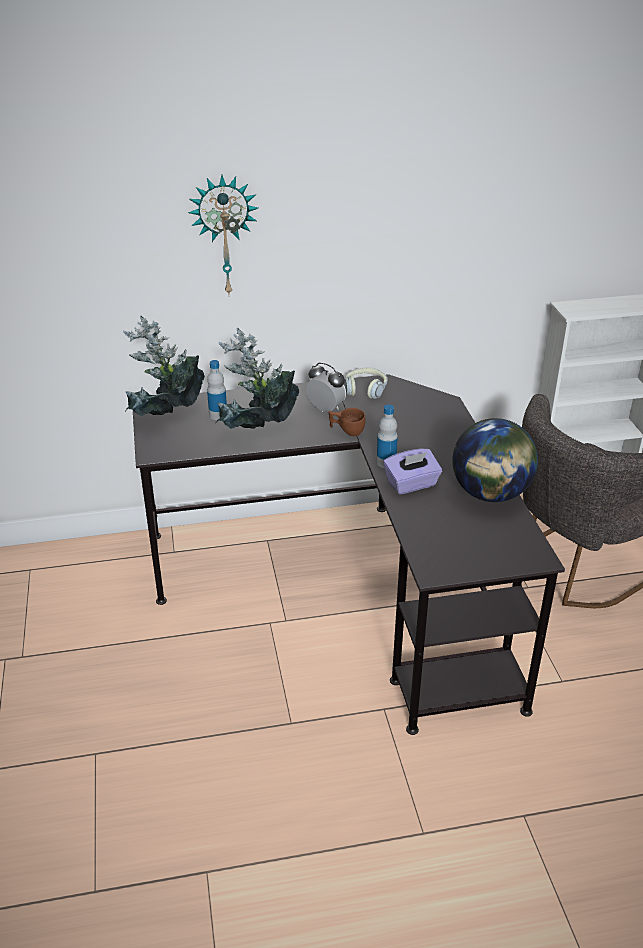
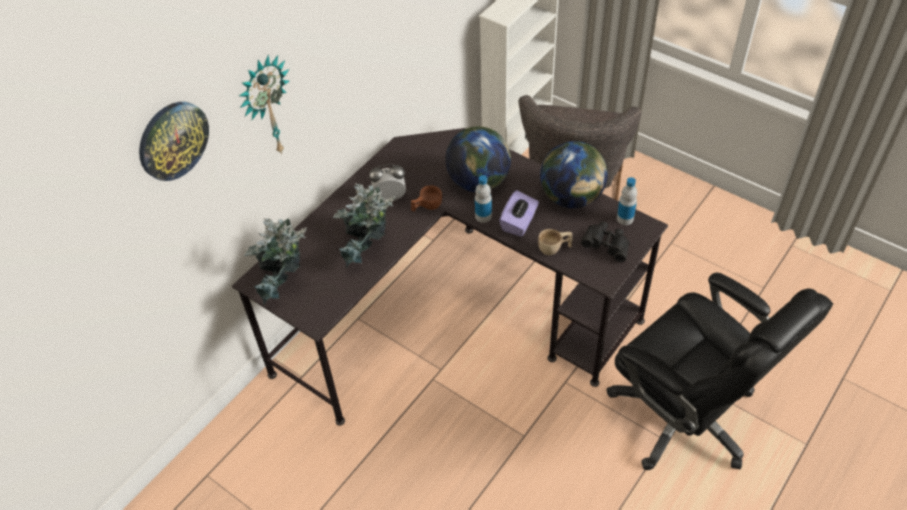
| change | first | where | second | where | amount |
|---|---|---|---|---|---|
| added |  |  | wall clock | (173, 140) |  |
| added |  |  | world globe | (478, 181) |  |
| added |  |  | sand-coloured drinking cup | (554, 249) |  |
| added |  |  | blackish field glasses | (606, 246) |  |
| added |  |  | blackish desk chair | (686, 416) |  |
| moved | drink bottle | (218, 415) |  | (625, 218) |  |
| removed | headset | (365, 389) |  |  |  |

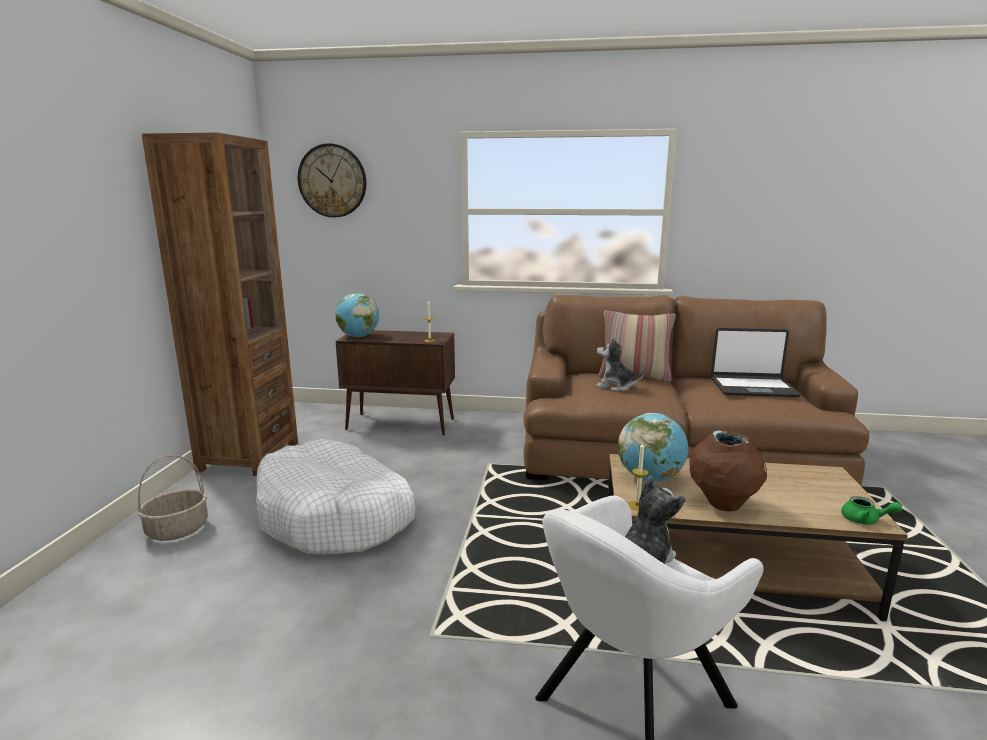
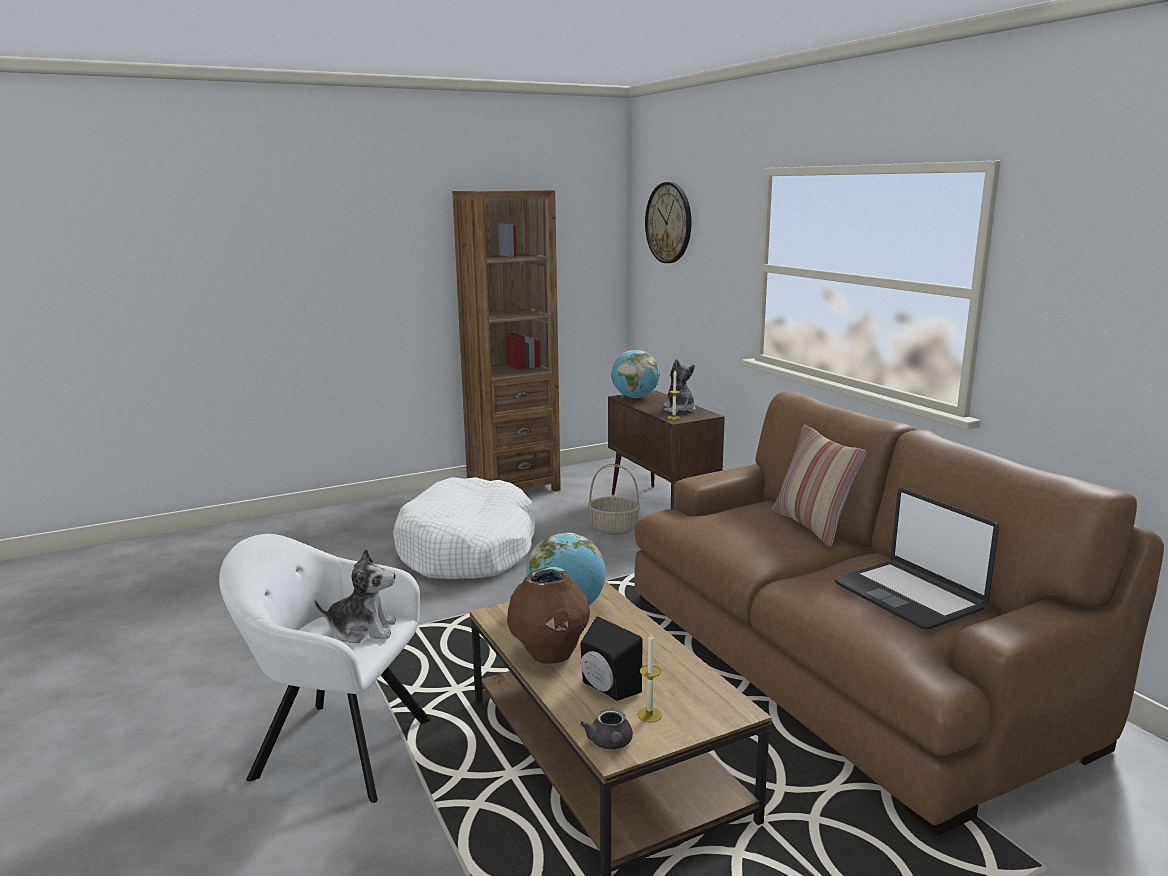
| change | first | where | second | where | amount |
|---|---|---|---|---|---|
| added |  |  | blackish audio speaker | (606, 688) |  |
| recoloured | greenish pot for tea | (865, 520) | greyish pot for tea | (610, 744) |  |
| moved | household basket | (178, 529) |  | (614, 528) |  |
| moved | wax candle | (637, 505) |  | (649, 715) |  |
| moved | soft toy | (616, 386) |  | (679, 409) |  |

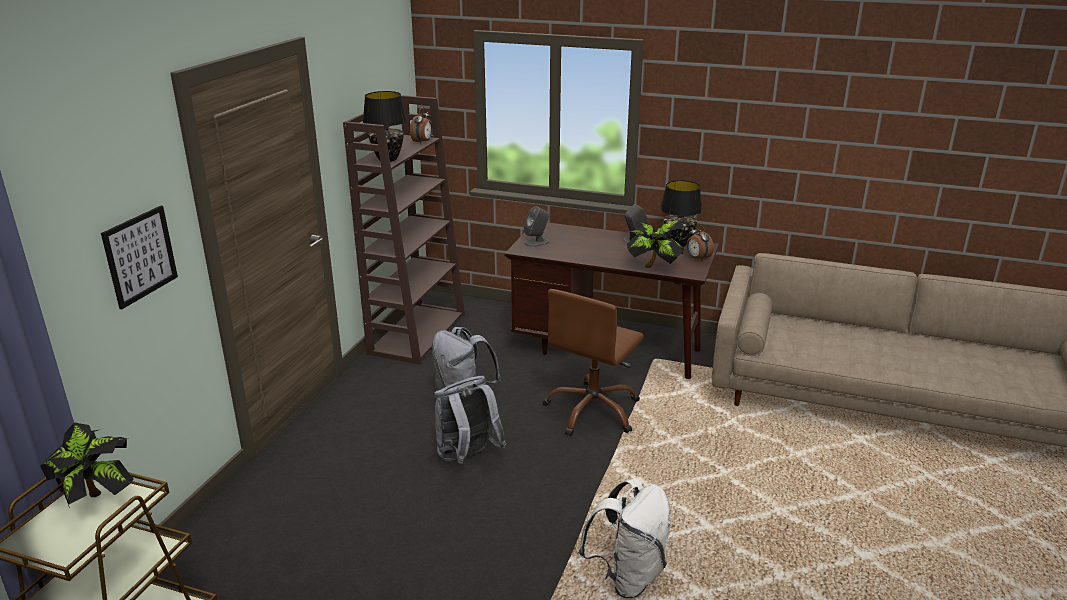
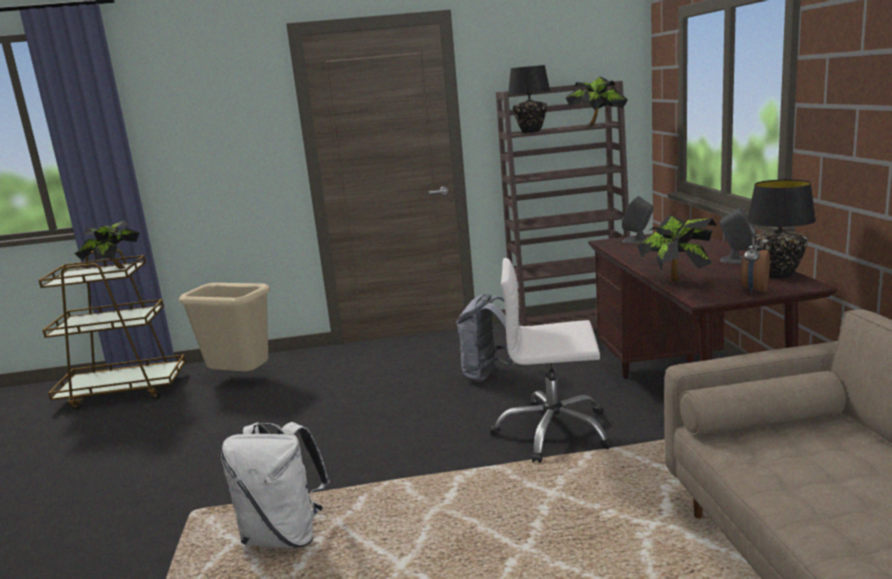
| change | first | where | second | where | amount |
|---|---|---|---|---|---|
| added |  |  | sand-coloured trash can | (241, 380) |  |
| recoloured | brown-coloured desk chair | (593, 411) | whitish desk chair | (553, 432) |  |
| replaced | bedside clock | (423, 142) | potted plant | (597, 125) |  |
| removed | picture | (140, 256) |  |  |  |
| removed | greyish knapsack | (467, 458) |  |  |  |

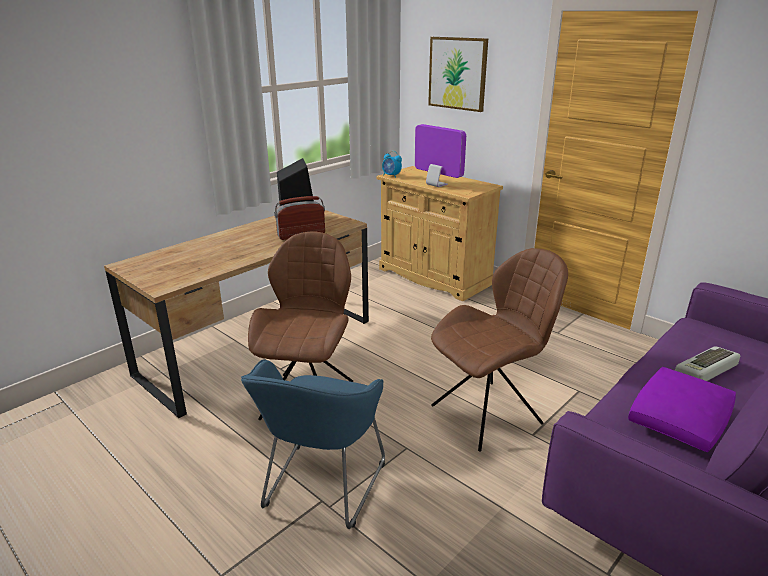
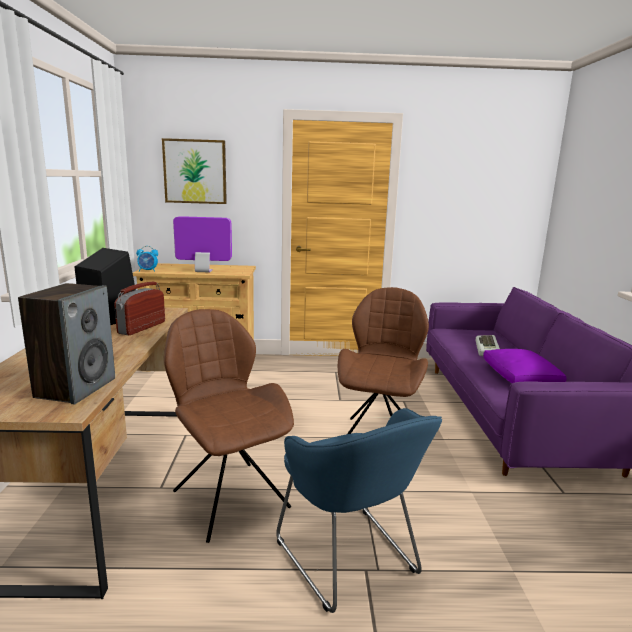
| change | first | where | second | where | amount |
|---|---|---|---|---|---|
| added |  |  | audio speaker | (76, 388) |  |

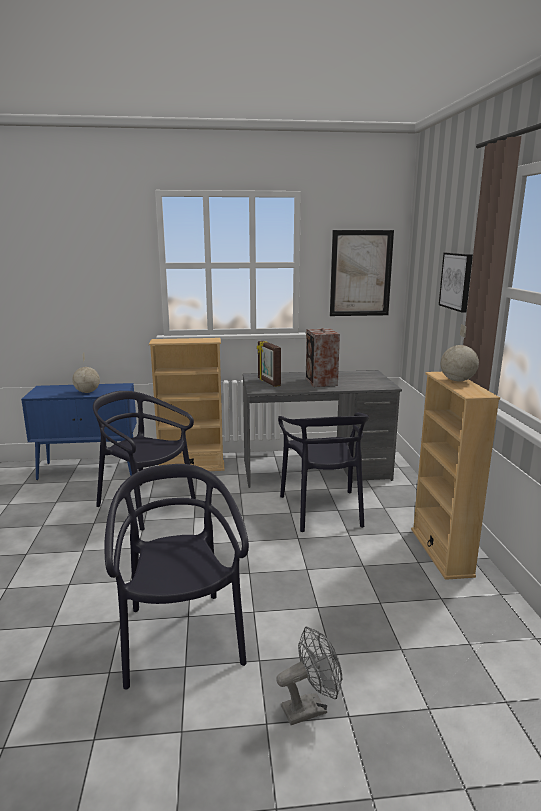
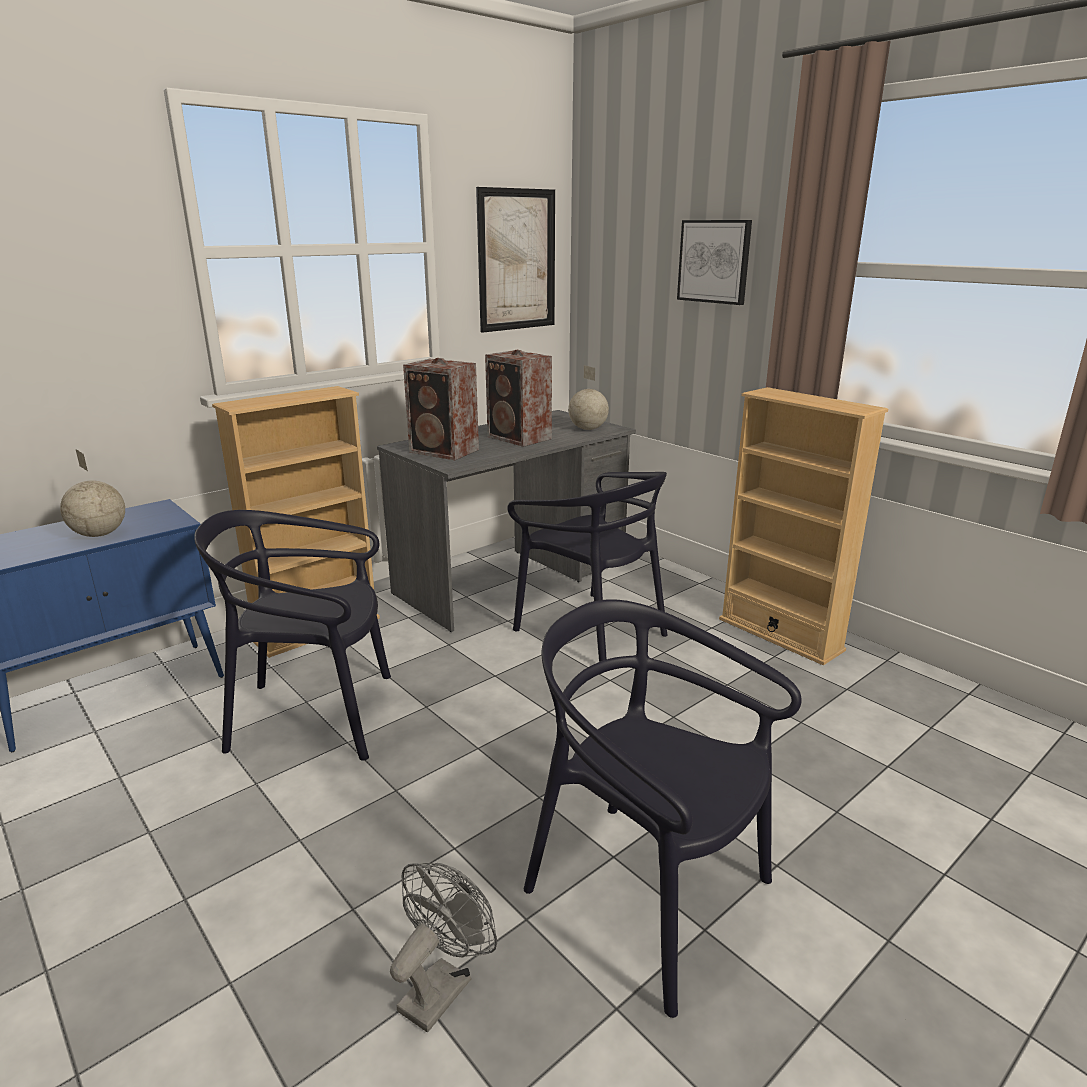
| change | first | where | second | where | amount |
|---|---|---|---|---|---|
| moved | greyish electric fan | (310, 708) |  | (442, 986) |  |
| replaced | picture frame | (268, 382) | audio speaker | (445, 451) |  |
| moved | world globe | (457, 381) |  | (588, 429) |  |

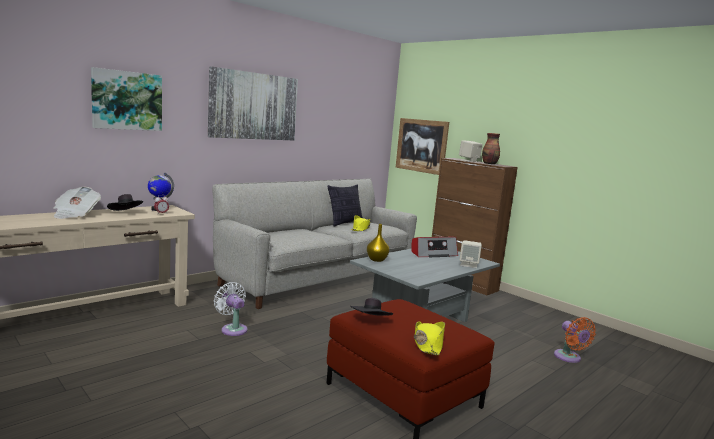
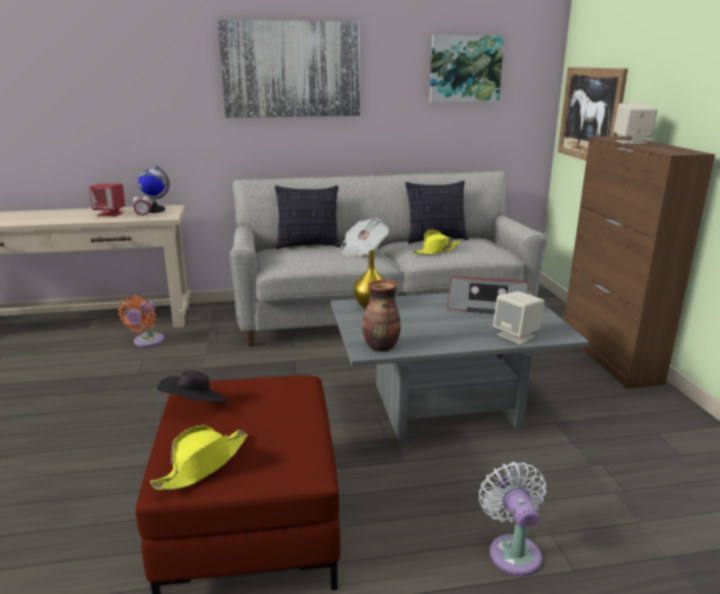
| change | first | where | second | where | amount |
|---|---|---|---|---|---|
| replaced | blackish wearable hat | (126, 213) | red-coloured audio speaker | (110, 214) |  |
| moved | orange-coloured electric fan | (569, 358) |  | (147, 342) |  |
| added |  |  | throw pillow | (308, 245) |  |
| moved | printed paper | (75, 214) |  | (363, 250) |  |
| moved | decorative vase | (489, 164) |  | (381, 347) |  |
| moved | picture | (127, 100) |  | (465, 69) |  |
| moved | whitish electric fan | (233, 329) |  | (513, 550) |  |

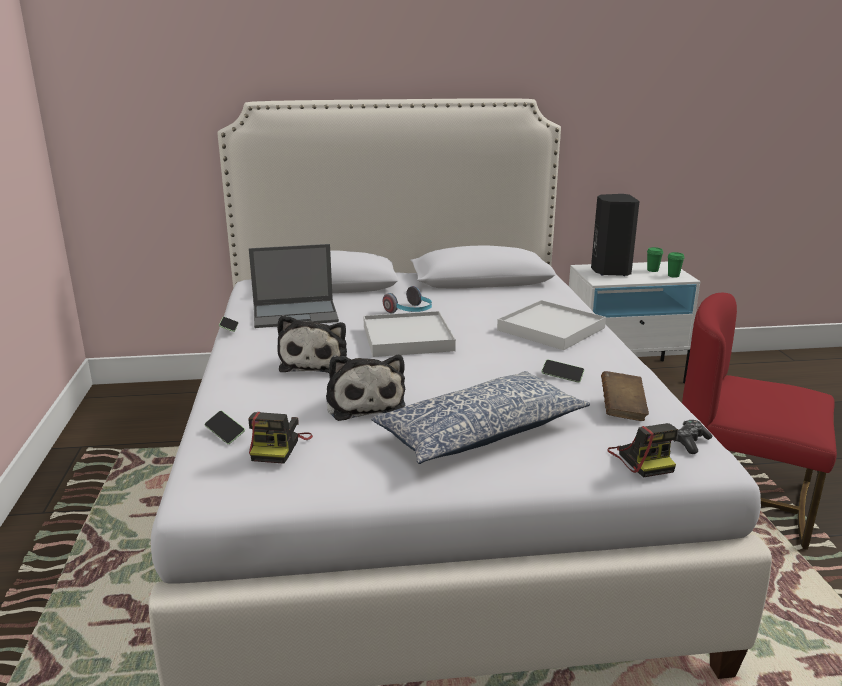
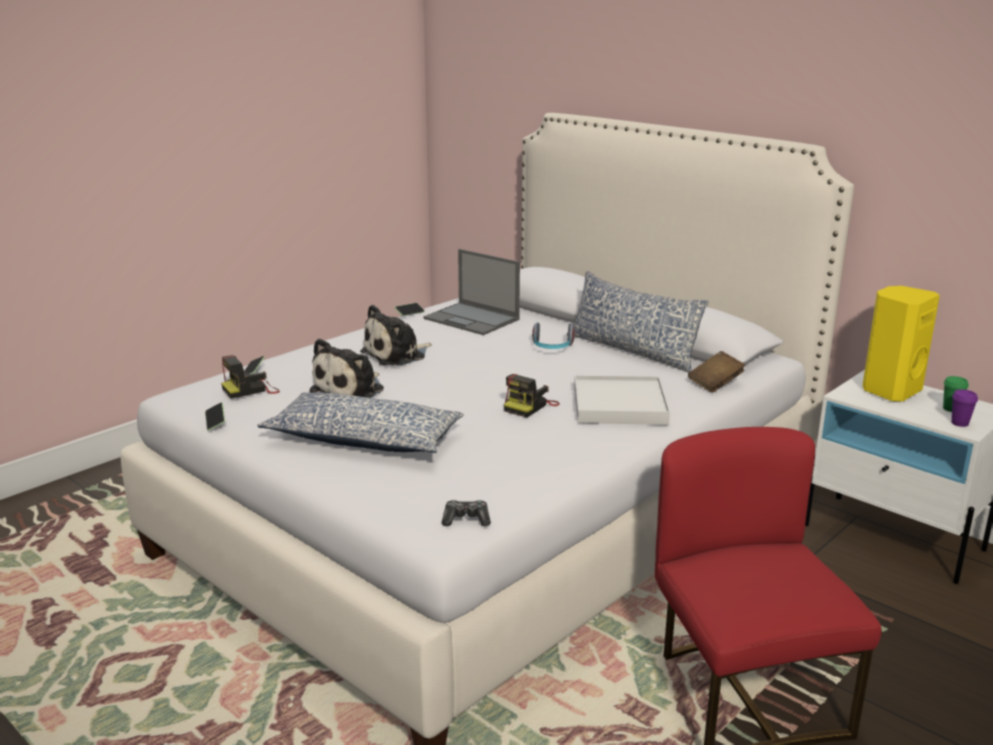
| change | first | where | second | where | amount |
|---|---|---|---|---|---|
| moved | phone | (562, 376) |  | (215, 421) |  |
| moved | still camera | (641, 459) |  | (530, 406) |  |
| added |  |  | throw pillow | (632, 350) |  |
| moved | brown-coloured volume | (622, 409) |  | (715, 383) |  |
| recoloured | blackish audio speaker | (609, 271) | yellowish audio speaker | (889, 391) |  |
| recoloured | greenish drinking cup | (673, 275) | purple-coloured drinking cup | (959, 423) |  |
| removed | whitish tray | (408, 338) |  |  |  |

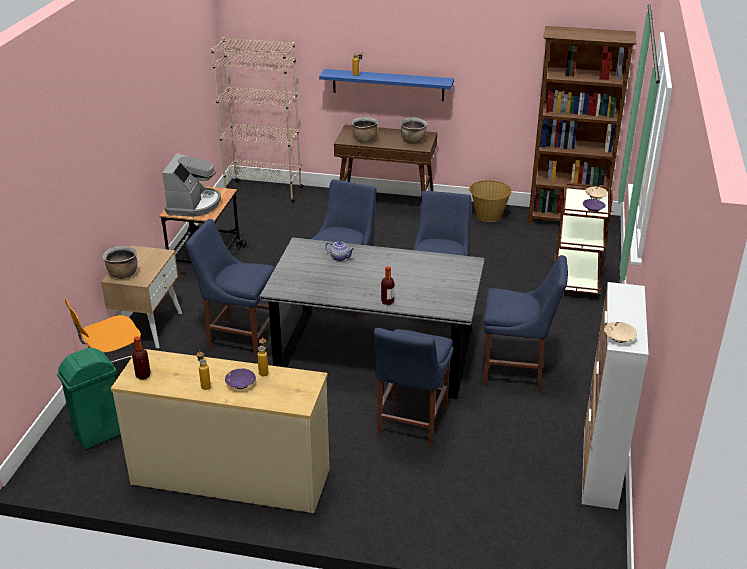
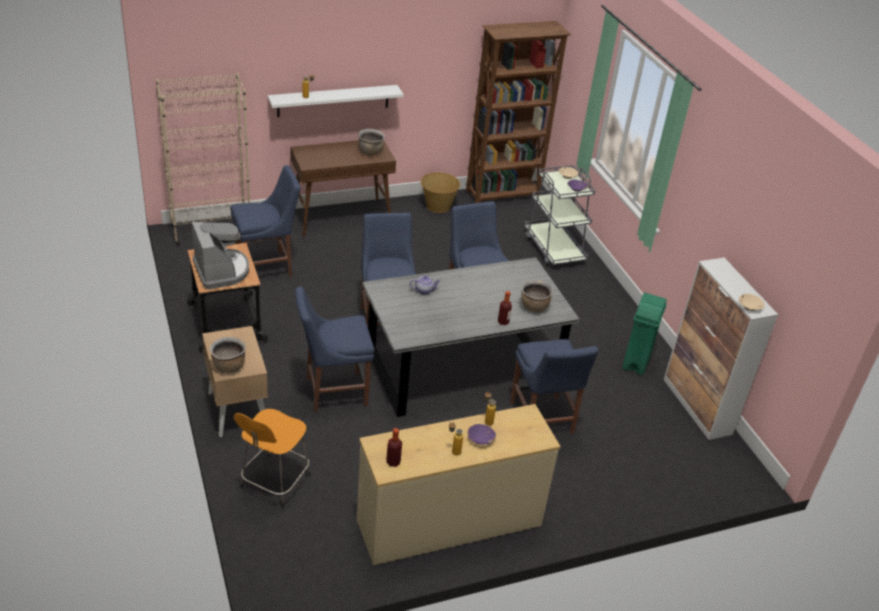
| change | first | where | second | where | amount |
|---|---|---|---|---|---|
| moved | blue-coloured chair | (517, 371) |  | (267, 267) |  |
| recoloured | blue-coloured shelf | (388, 85) | whitish shelf | (333, 101) |  |
| moved | brown-coloured saucepot | (364, 140) |  | (534, 307) |  |
| recoloured | brown-coloured cart | (576, 278) | greyish cart | (554, 249) |  |
| moved | greenish trash can | (99, 434) |  | (636, 362) |  |

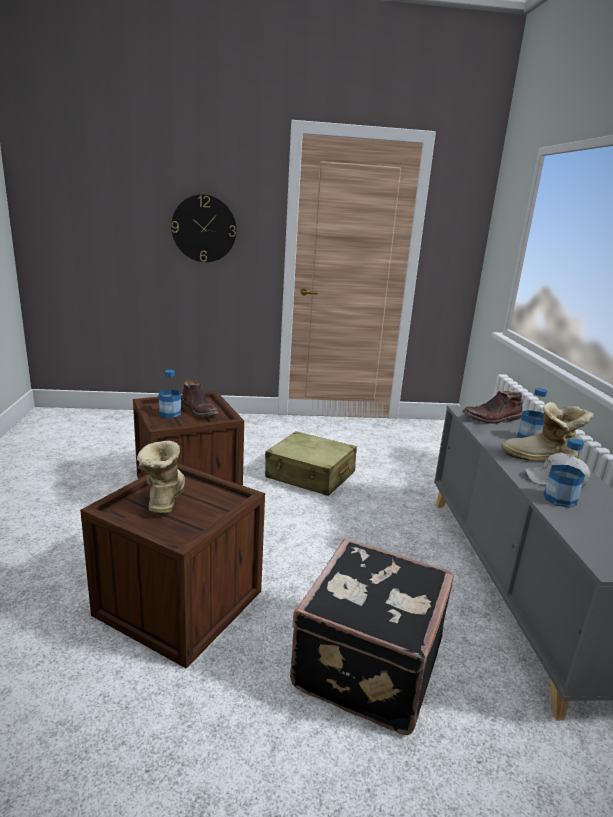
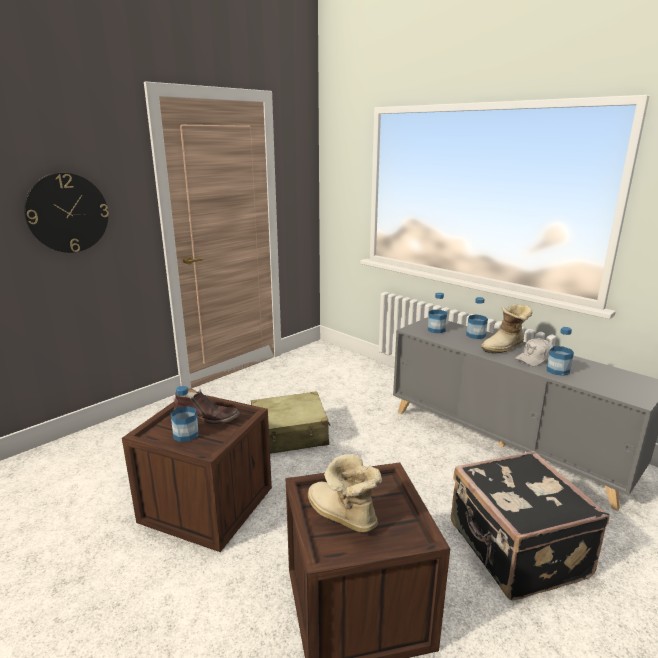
| change | first | where | second | where | amount |
|---|---|---|---|---|---|
| replaced | brown-coloured tall boot | (492, 418) | drink bottle | (436, 330) |  |

